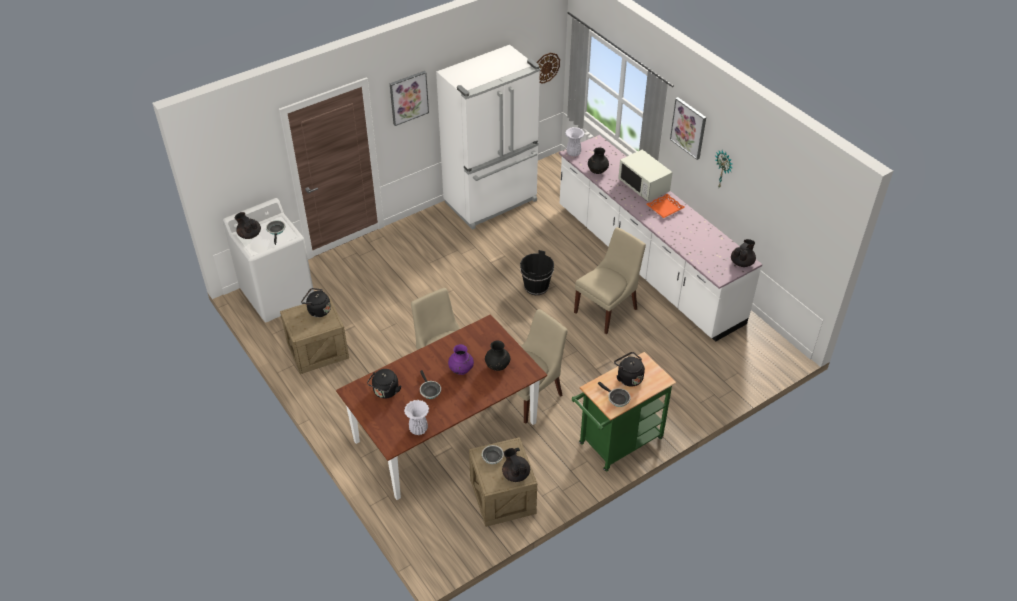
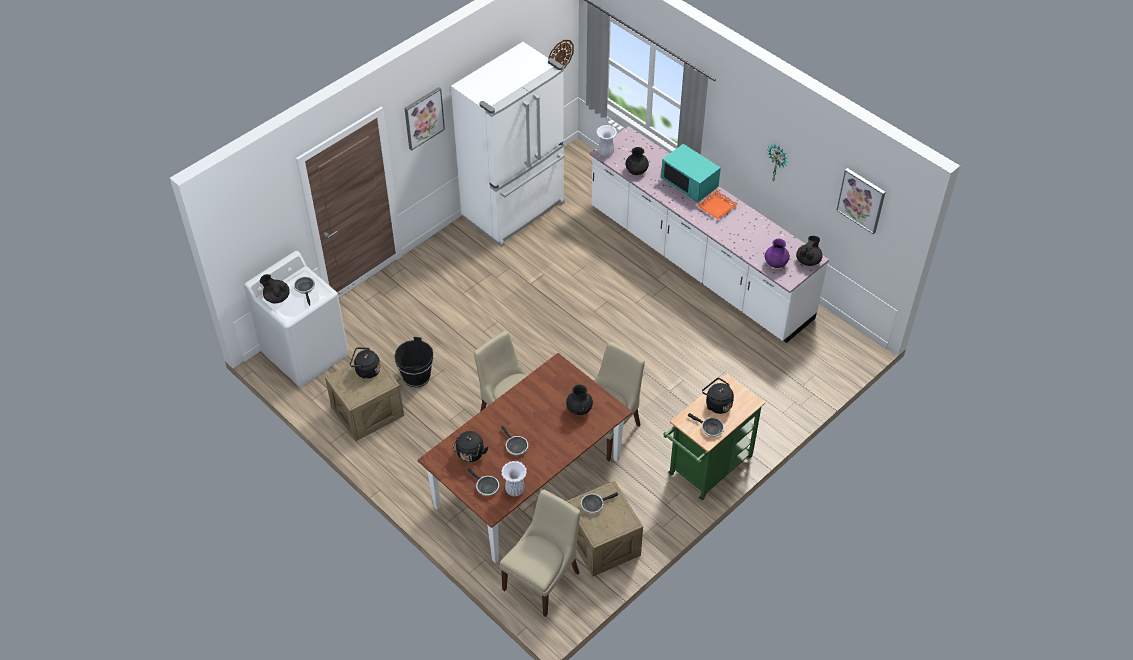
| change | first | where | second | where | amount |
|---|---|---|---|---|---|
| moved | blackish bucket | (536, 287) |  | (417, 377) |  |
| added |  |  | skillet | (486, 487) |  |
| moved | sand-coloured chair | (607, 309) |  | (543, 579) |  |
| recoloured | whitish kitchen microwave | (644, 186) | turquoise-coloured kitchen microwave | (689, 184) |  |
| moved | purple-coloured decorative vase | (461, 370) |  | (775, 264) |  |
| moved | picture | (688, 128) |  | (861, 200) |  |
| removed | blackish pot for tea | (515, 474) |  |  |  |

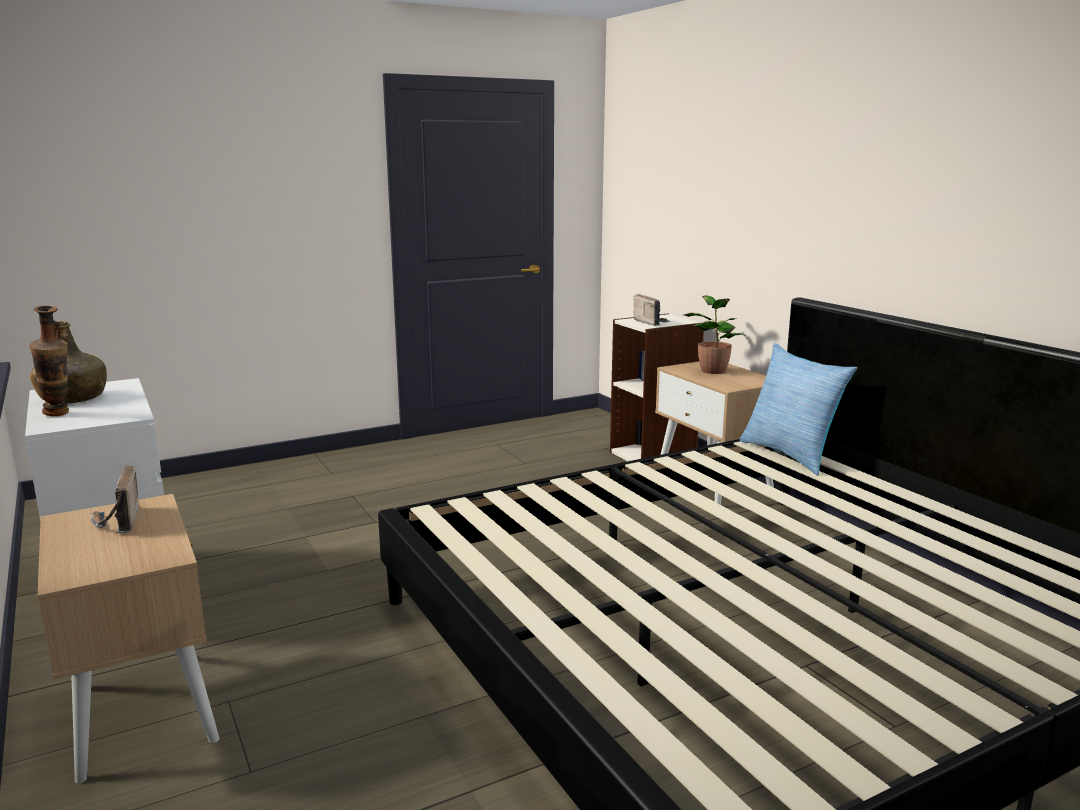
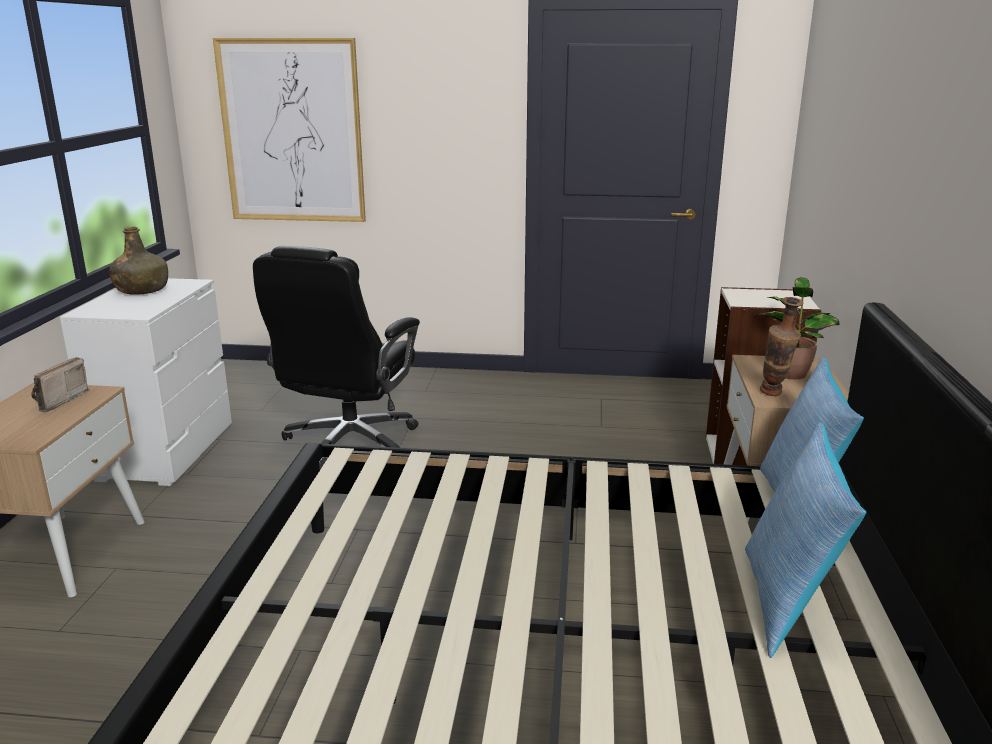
| change | first | where | second | where | amount |
|---|---|---|---|---|---|
| added |  |  | picture | (292, 132) |  |
| added |  |  | blackish desk chair | (349, 444) |  |
| added |  |  | throw pillow | (788, 602) |  |
| moved | decorative vase | (59, 415) |  | (774, 395) |  |
| removed | radio receiver | (650, 322) |  |  |  |

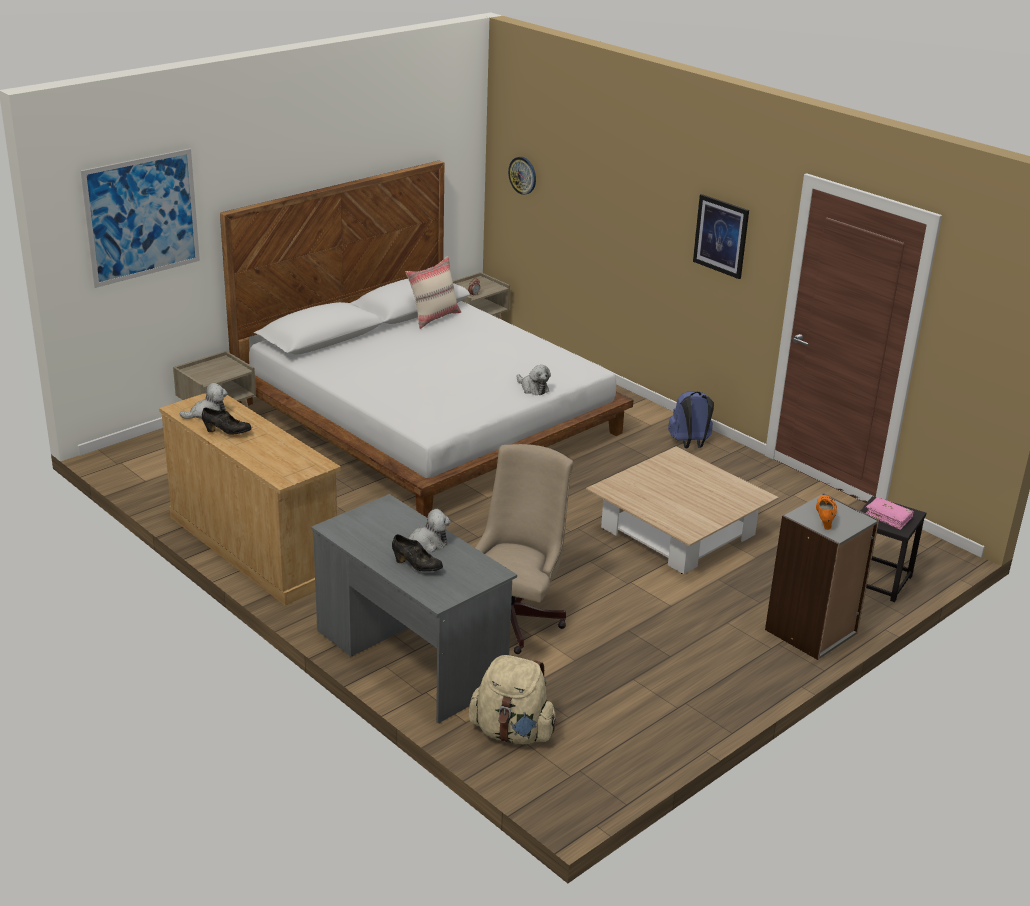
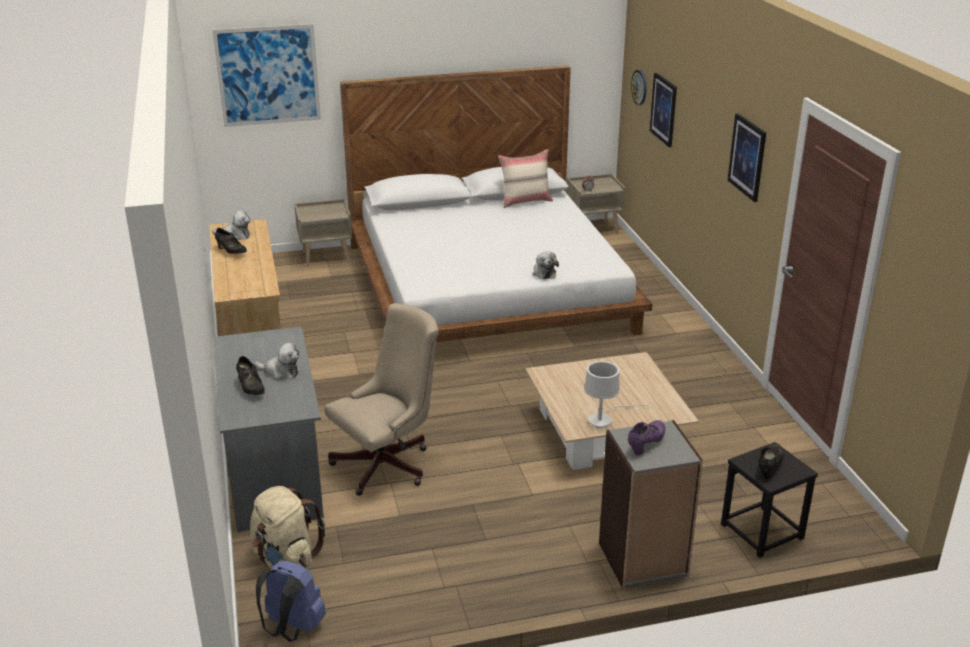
| change | first | where | second | where | amount |
|---|---|---|---|---|---|
| moved | blue-coloured knapsack | (690, 444) |  | (292, 628) |  |
| added |  |  | whitish tabletop lamp | (604, 420) |  |
| recoloured | orange-coloured item of footwear | (824, 519) | purple-coloured item of footwear | (646, 444) |  |
| added |  |  | picture | (664, 109) |  |
| replaced | pink-coloured volume | (888, 517) | blackish item of footwear | (769, 467) |  |

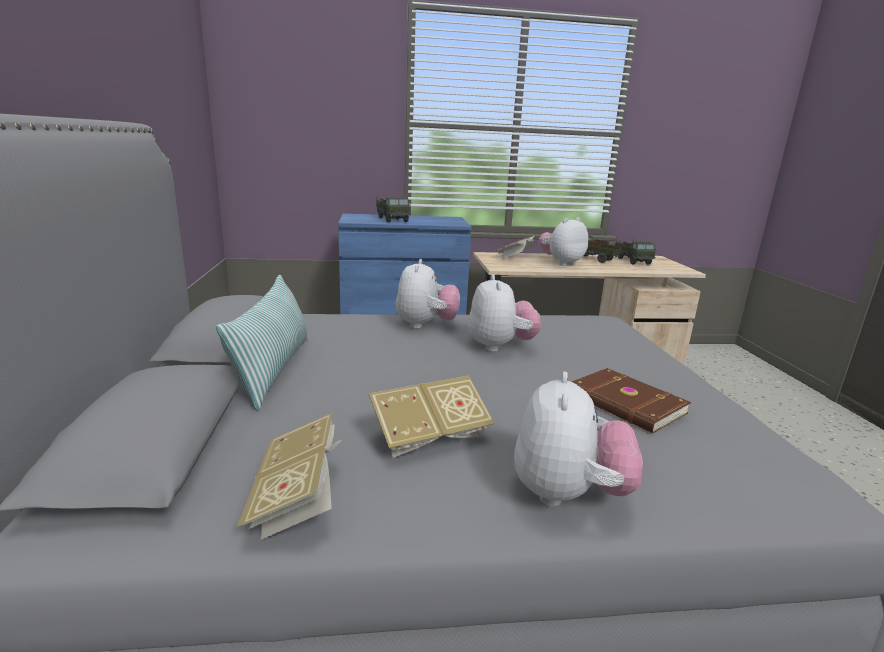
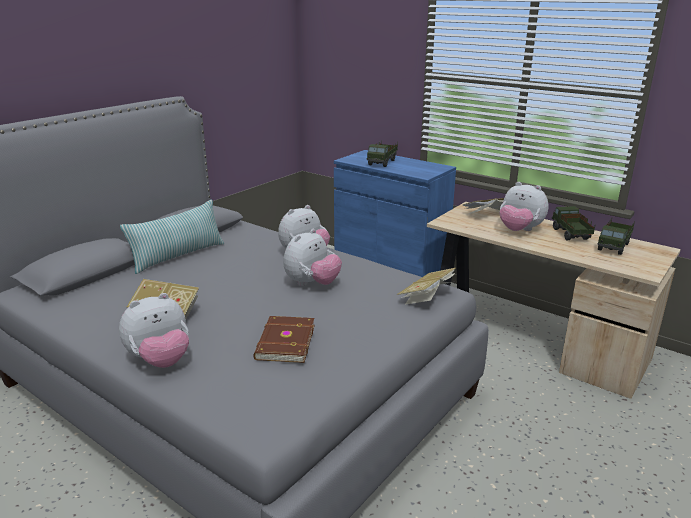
| change | first | where | second | where | amount |
|---|---|---|---|---|---|
| moved | volume | (298, 497) |  | (427, 298) |  |
| turned | soft toy | (561, 262) |  | (519, 230) | 150 degrees counterclockwise |

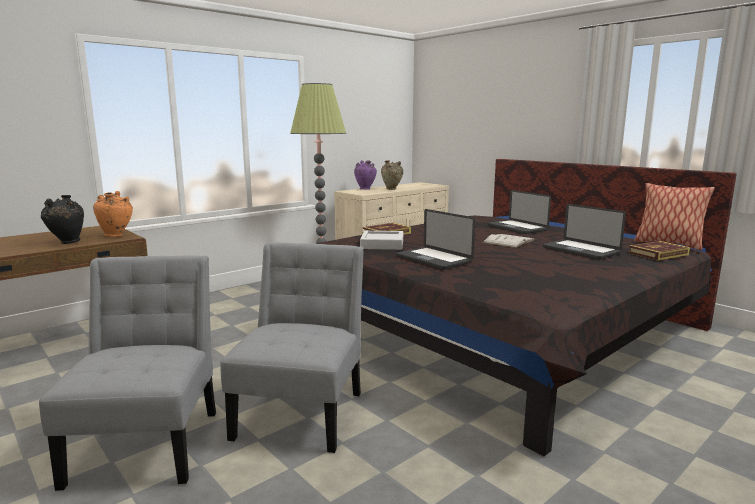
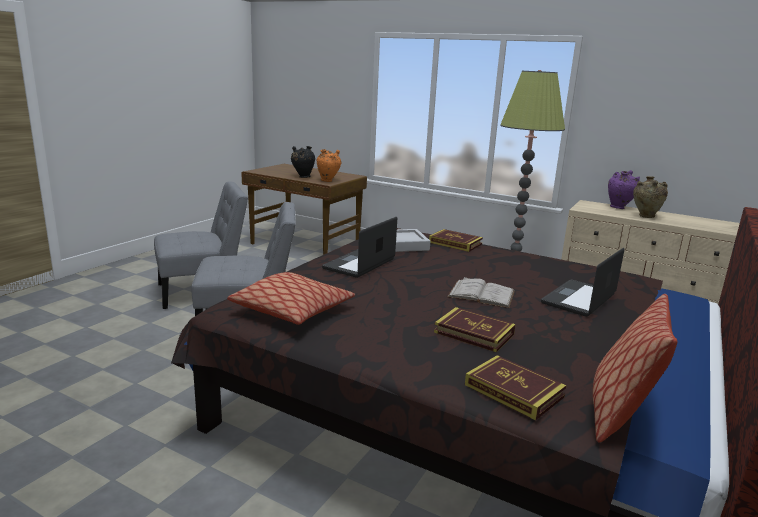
| change | first | where | second | where | amount |
|---|---|---|---|---|---|
| added |  |  | throw pillow | (293, 310) |  |
| replaced | laptop | (580, 250) | volume | (474, 333) |  |

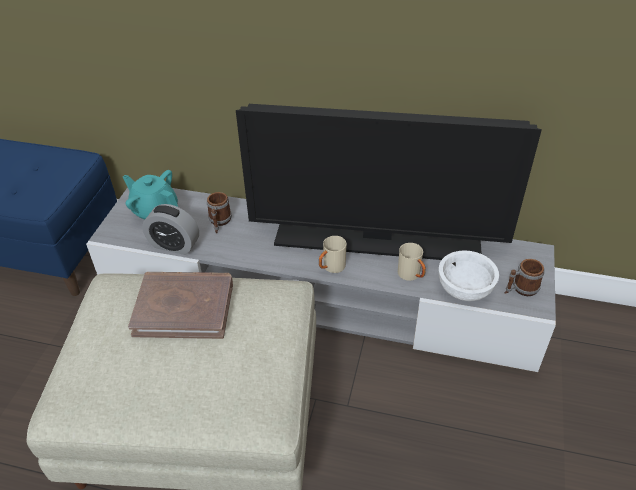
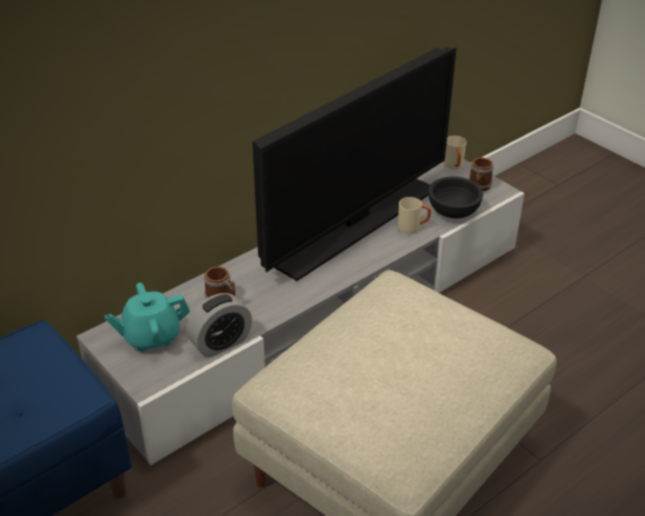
| change | first | where | second | where | amount |
|---|---|---|---|---|---|
| recoloured | whitish deep dish | (465, 289) | blackish deep dish | (453, 211) |  |
| moved | sand-coloured tea mug | (331, 268) |  | (454, 167) |  |
| removed | brown-coloured volume | (184, 307) |  |  |  |

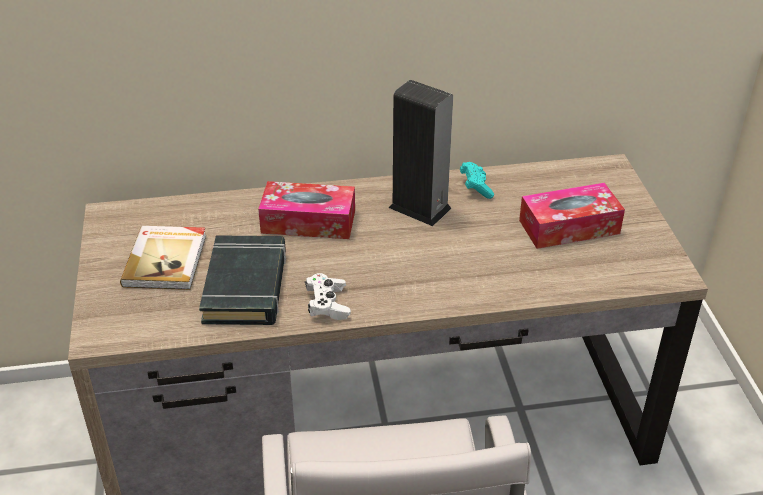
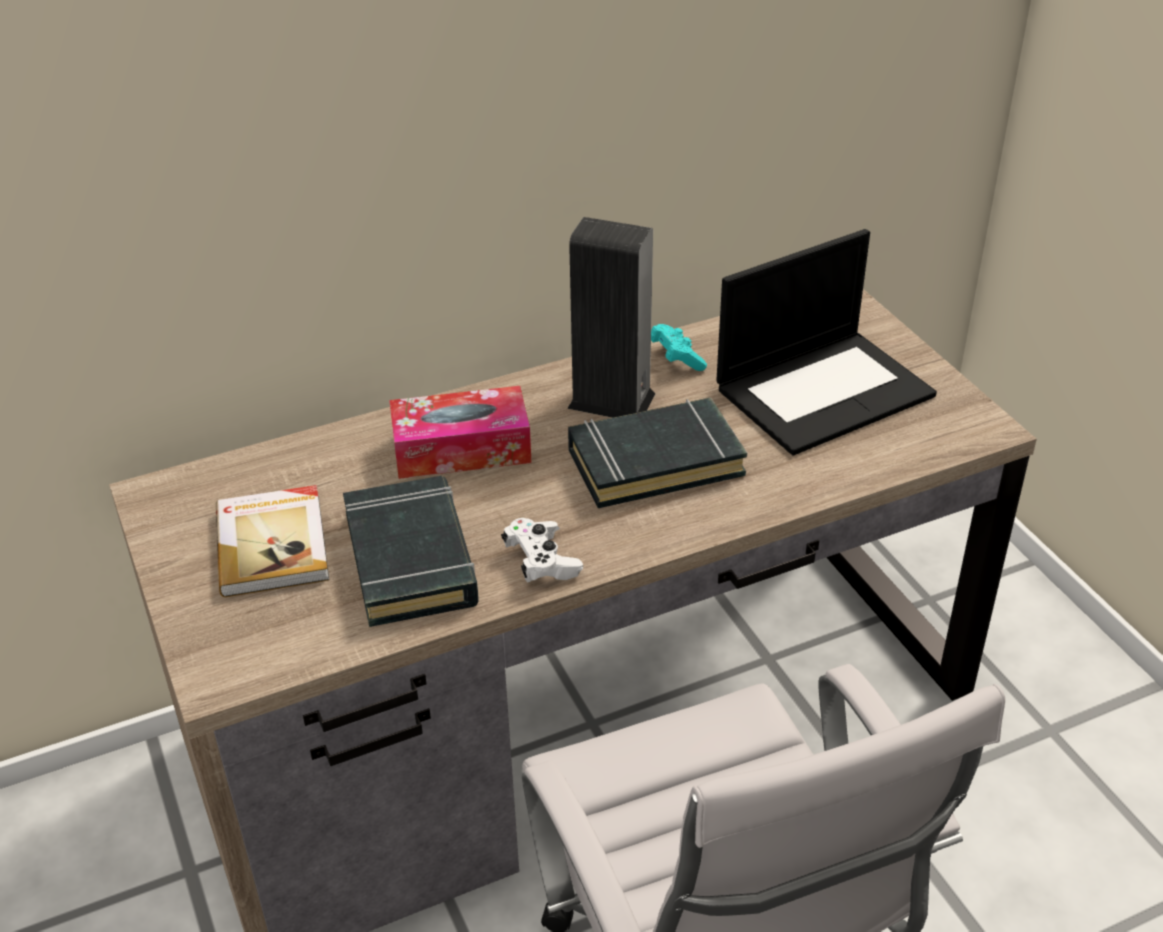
| change | first | where | second | where | amount |
|---|---|---|---|---|---|
| added |  |  | blackish volume | (655, 461) |  |
| replaced | tissue box | (569, 227) | laptop | (824, 390) |  |

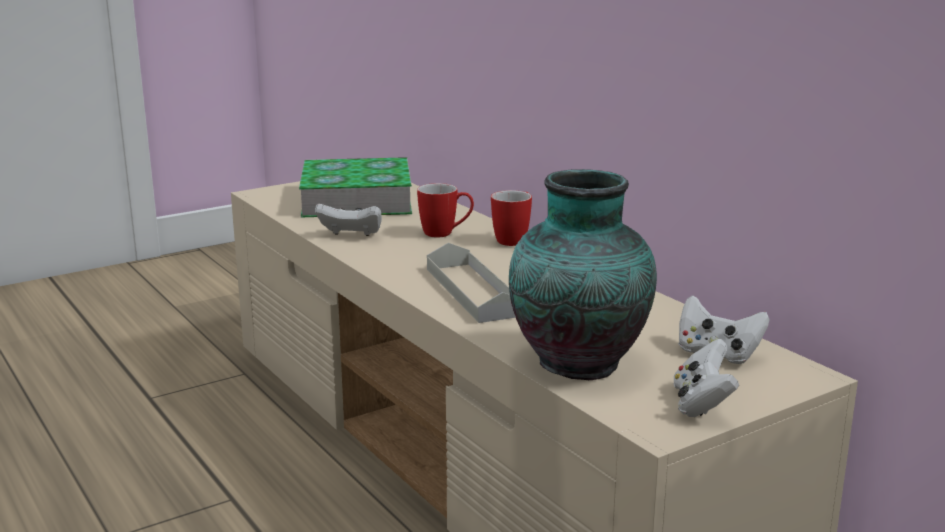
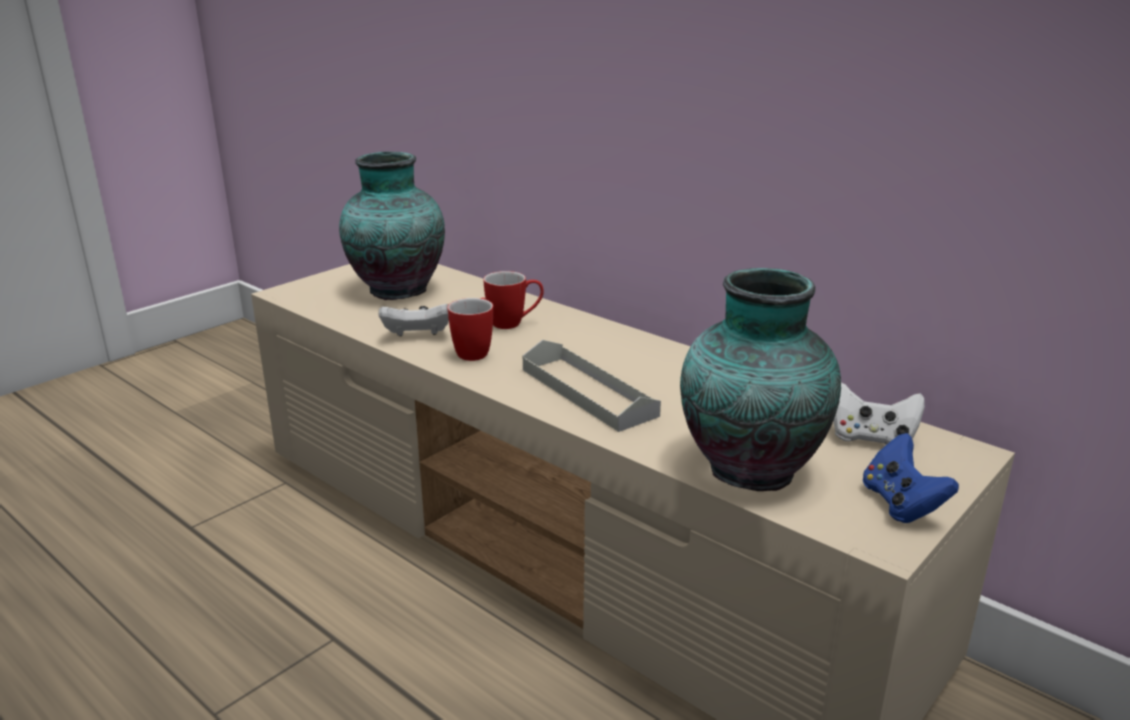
| change | first | where | second | where | amount |
|---|---|---|---|---|---|
| replaced | volume | (356, 199) | decorative vase | (395, 290) |  |
| moved | tea mug | (515, 239) |  | (476, 351) |  |
| recoloured | whitish game controller | (701, 404) | blue-coloured game controller | (901, 504) |  |

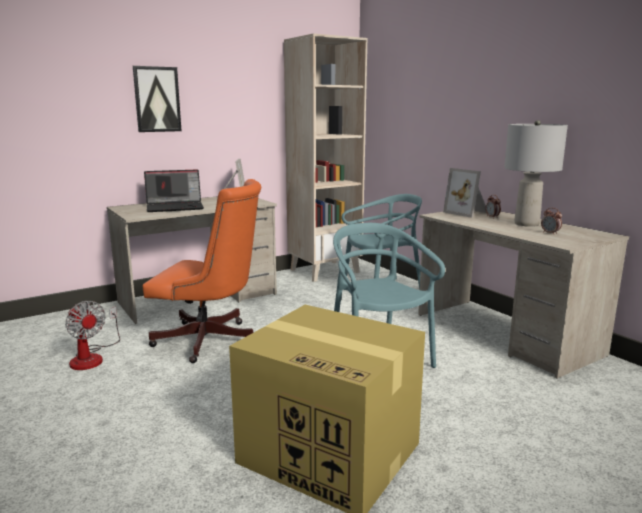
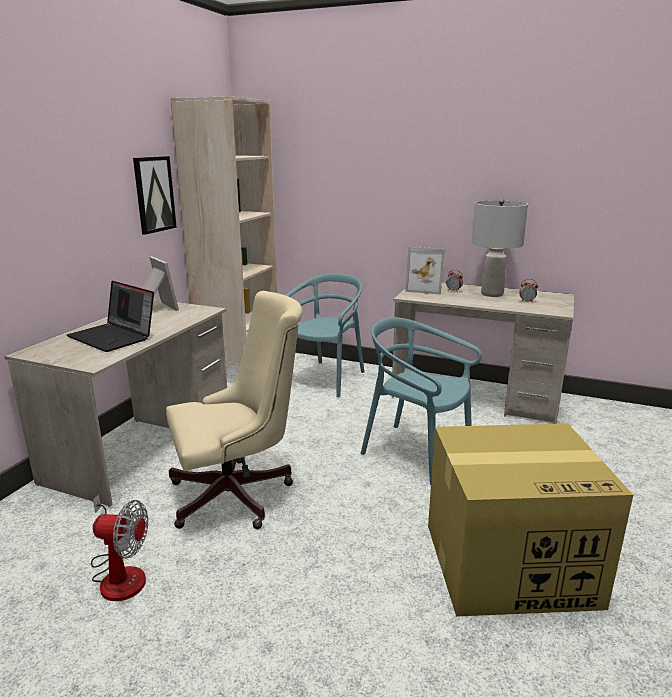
| change | first | where | second | where | amount |
|---|---|---|---|---|---|
| turned | laptop | (175, 207) |  | (114, 337) | 90 degrees clockwise |
| moved | picture | (157, 99) |  | (154, 194) |  |
| recoloured | orange-coloured desk chair | (211, 341) | sand-coloured desk chair | (239, 494) |  |

